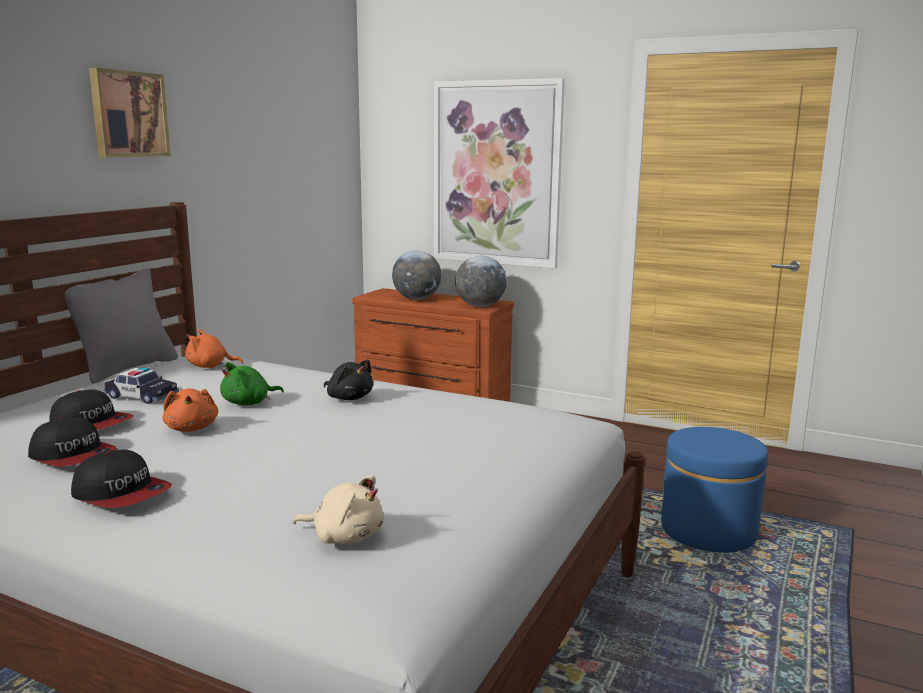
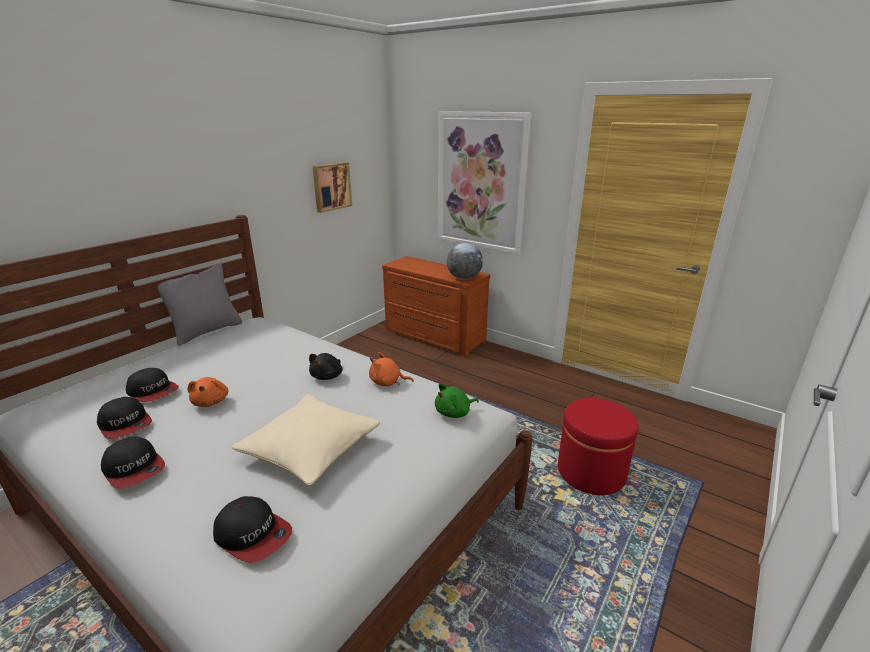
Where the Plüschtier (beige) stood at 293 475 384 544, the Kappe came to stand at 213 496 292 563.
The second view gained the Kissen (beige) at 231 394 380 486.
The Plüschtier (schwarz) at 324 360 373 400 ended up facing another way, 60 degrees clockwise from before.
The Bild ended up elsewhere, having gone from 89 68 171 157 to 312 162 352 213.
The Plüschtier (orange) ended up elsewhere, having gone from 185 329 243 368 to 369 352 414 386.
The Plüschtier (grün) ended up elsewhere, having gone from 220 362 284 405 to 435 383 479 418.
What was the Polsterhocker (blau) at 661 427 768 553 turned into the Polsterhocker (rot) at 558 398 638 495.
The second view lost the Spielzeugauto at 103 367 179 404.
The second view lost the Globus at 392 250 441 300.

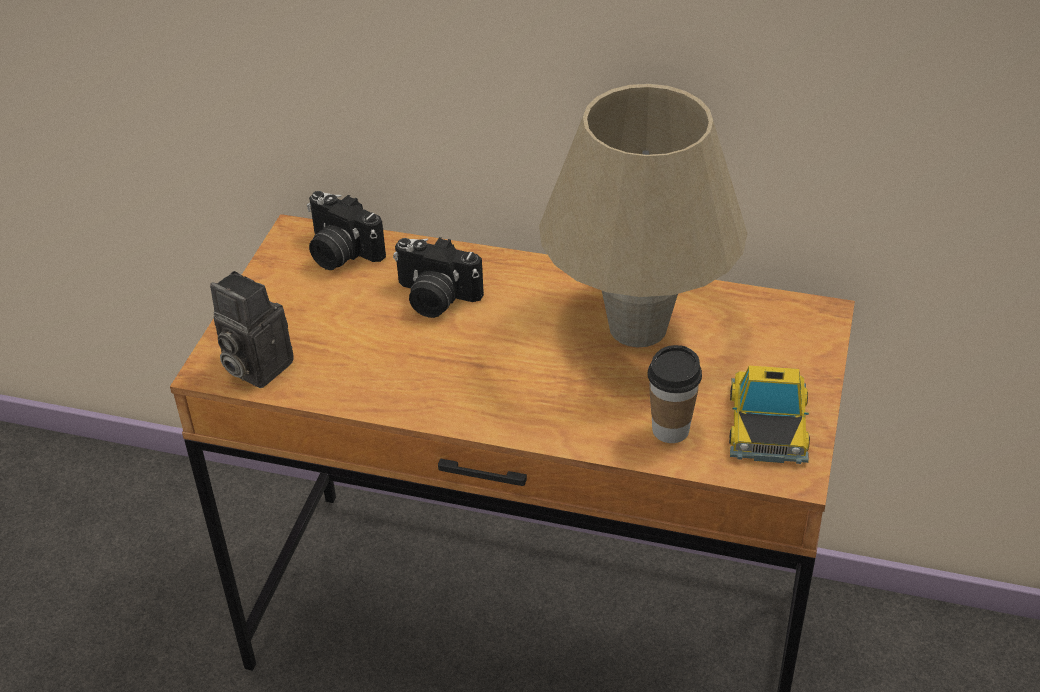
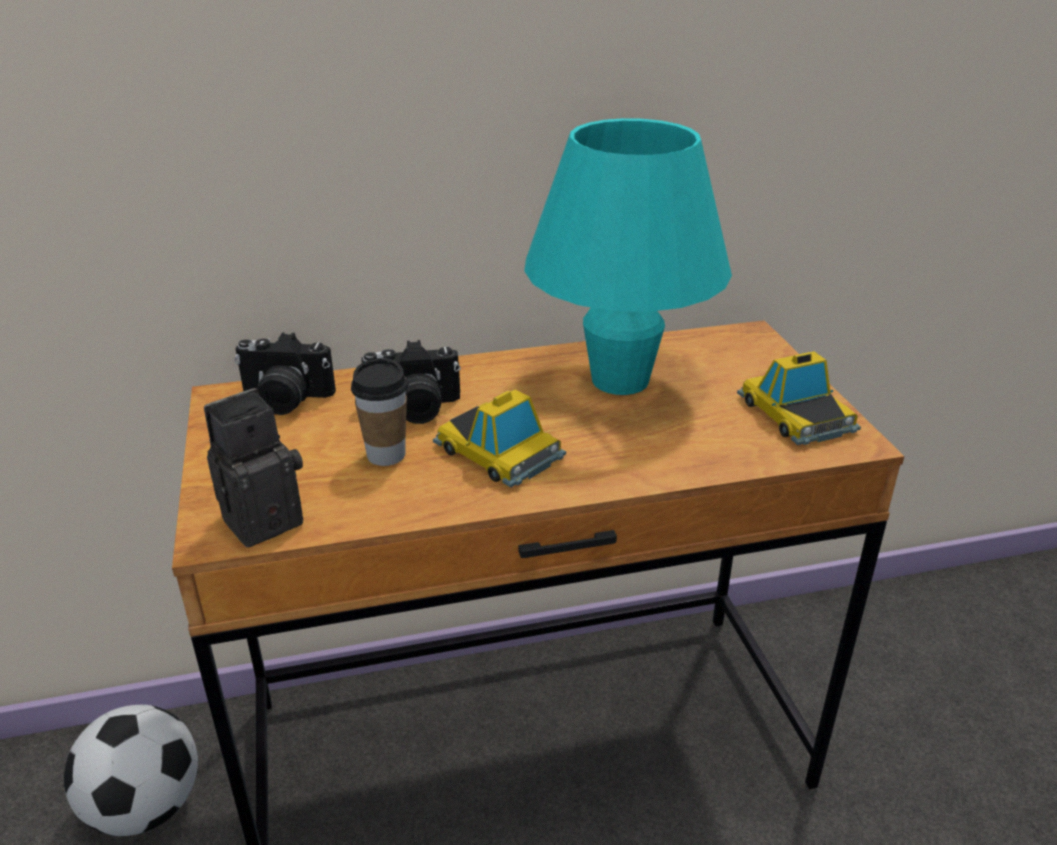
The second view gained the Fußball at 64 705 198 836.
The Kamera at 210 271 294 388 ended up facing another way, 135 degrees clockwise from before.
The Tasse ended up elsewhere, having gone from 647 345 702 443 to 351 358 408 466.
The second view gained the Spielzeugauto at 433 389 566 488.
What was the Tischlampe (beige) at 539 84 747 347 turned into the Tischlampe (türkis) at 524 118 732 395.

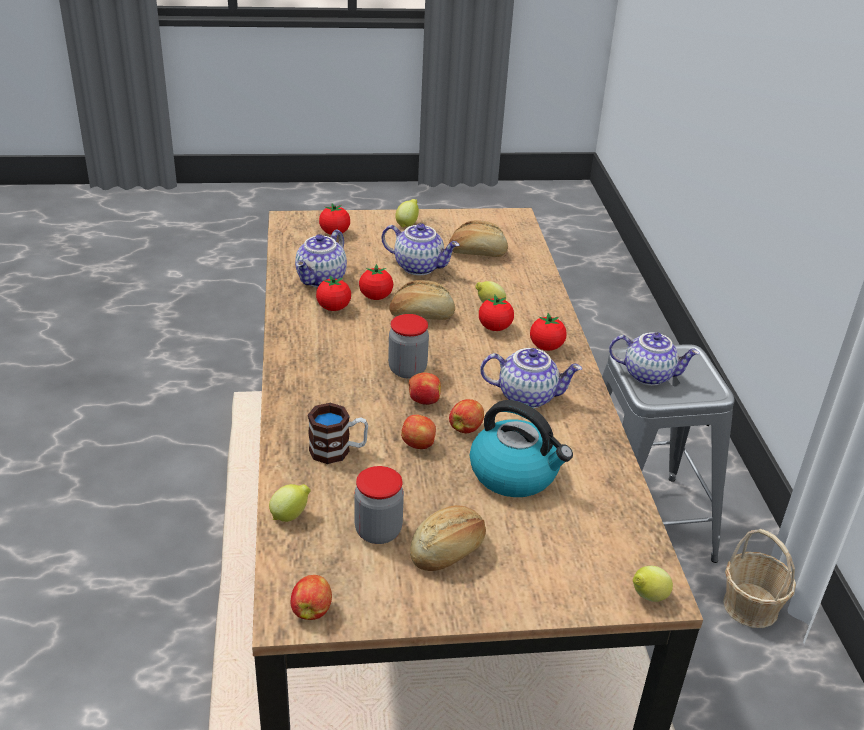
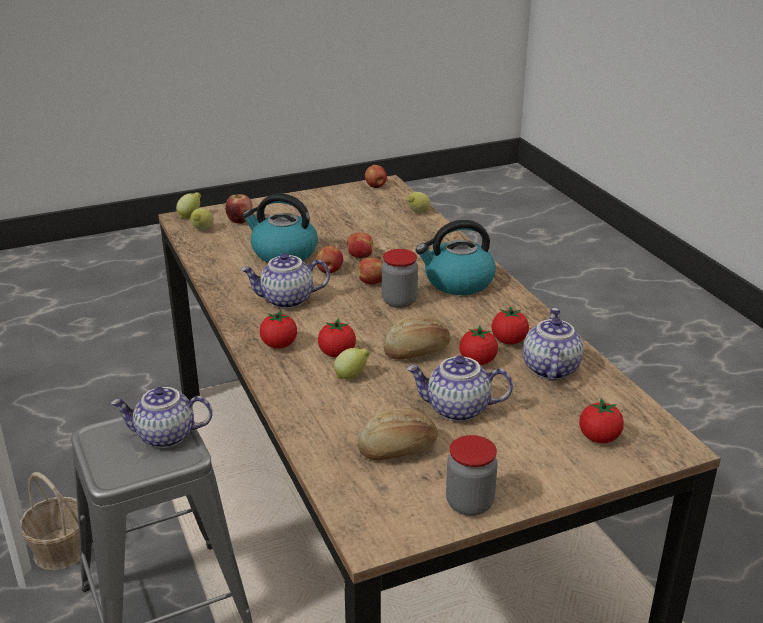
The Zitrone ended up elsewhere, having gone from 395 199 419 228 to 191 208 214 230.
The second view gained the Apfel at 225 194 253 224.
The second view gained the Wasserkessel at 415 220 496 295.
The Vorratsglas ended up elsewhere, having gone from 355 466 404 544 to 446 435 498 516.
The second view lost the Henkelbecher at 308 403 368 464.
The second view lost the Brot at 410 505 486 571.

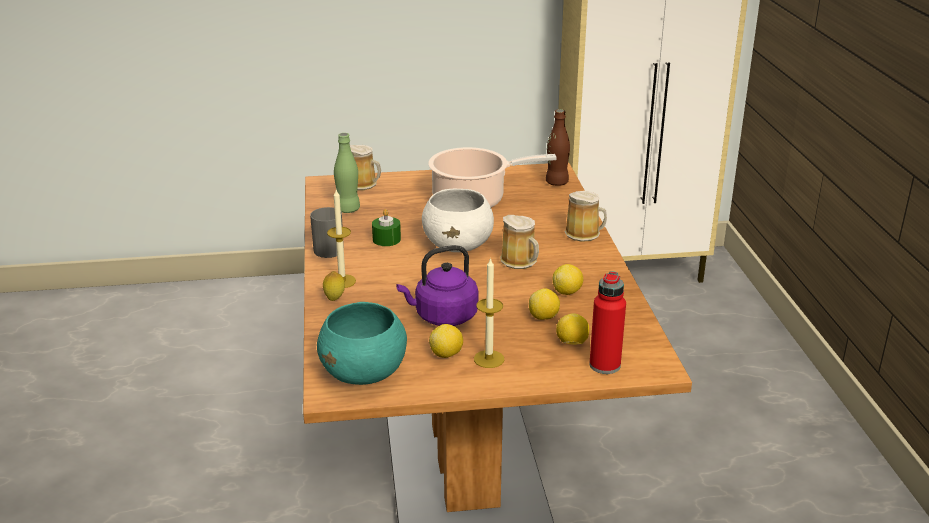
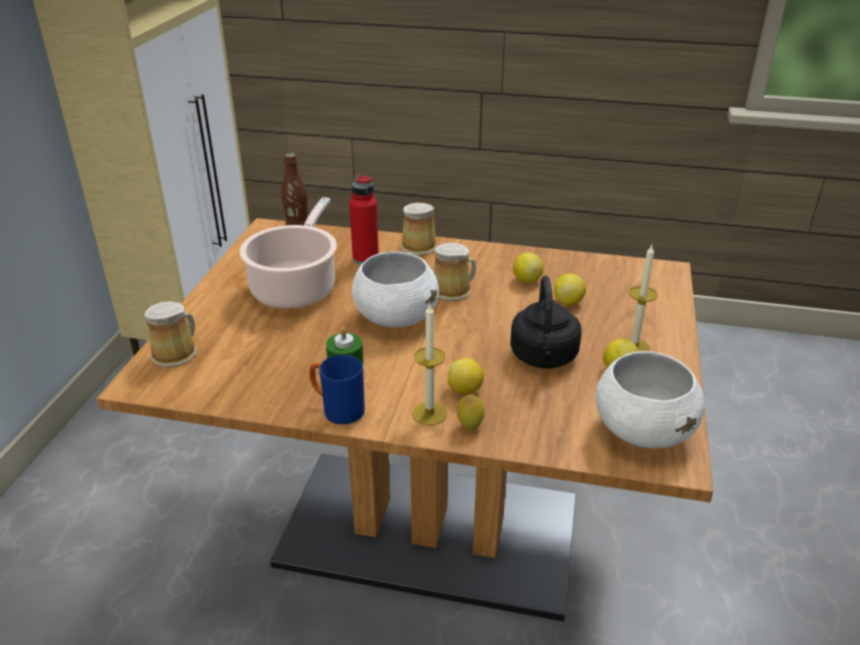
What was the Henkelbecher (grau) at 310 207 344 258 turned into the Henkelbecher (blau) at 309 355 365 424.
The Flasche (rot) ended up elsewhere, having gone from 589 271 626 374 to 349 175 379 265.
The Zitrone ended up elsewhere, having gone from 556 313 589 345 to 448 358 484 395.
What was the Wasserkessel (lila) at 396 245 478 326 turned into the Wasserkessel (schwarz) at 510 275 581 368.
What was the Schüssel (türkis) at 317 302 407 385 turned into the Schüssel (weiß) at 595 351 705 448.
The second view lost the Flasche (grün) at 334 133 360 213.

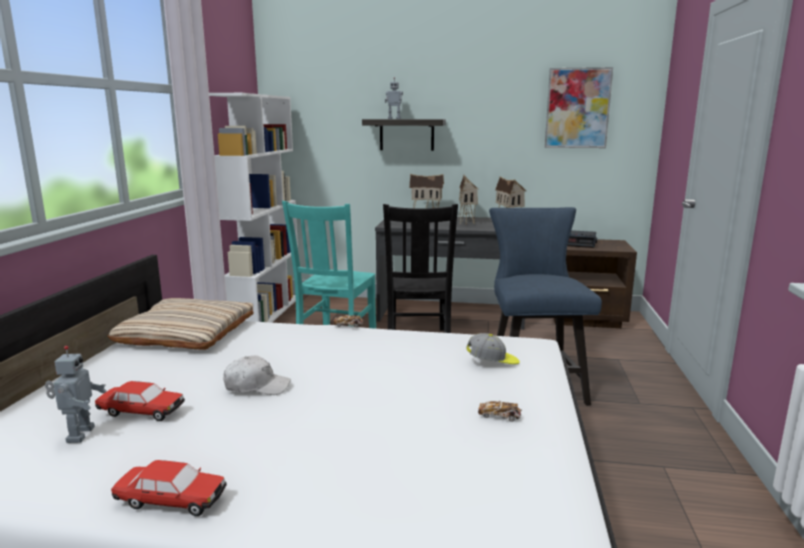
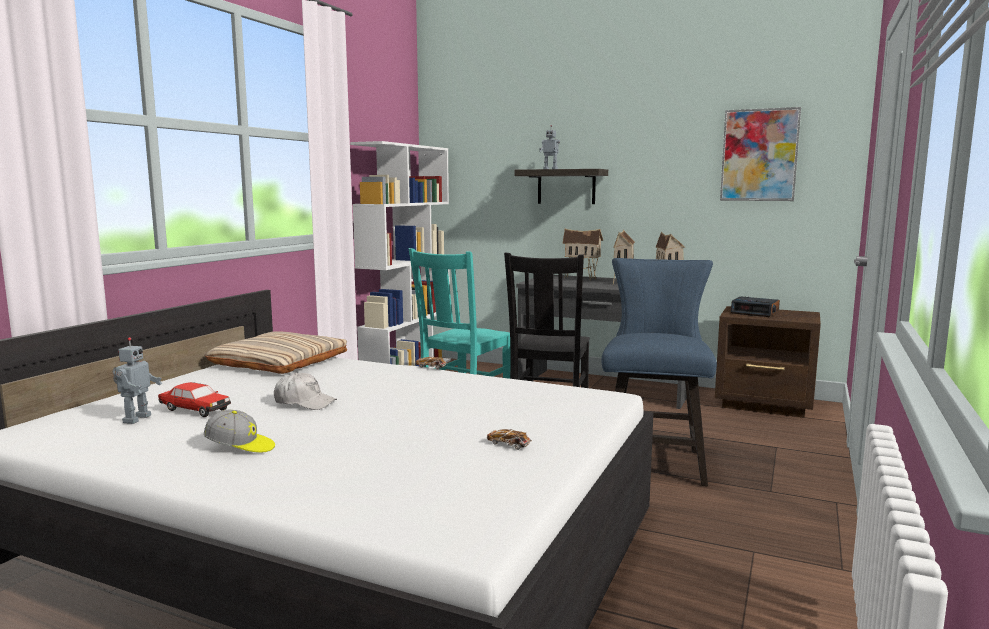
The Kappe ended up elsewhere, having gone from 466 333 520 364 to 204 409 275 453.
The second view lost the Spielzeugauto at 111 460 227 516.

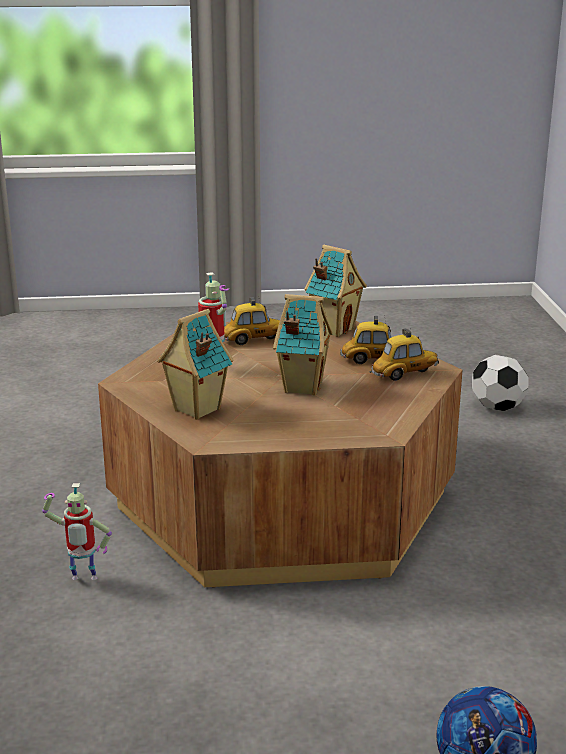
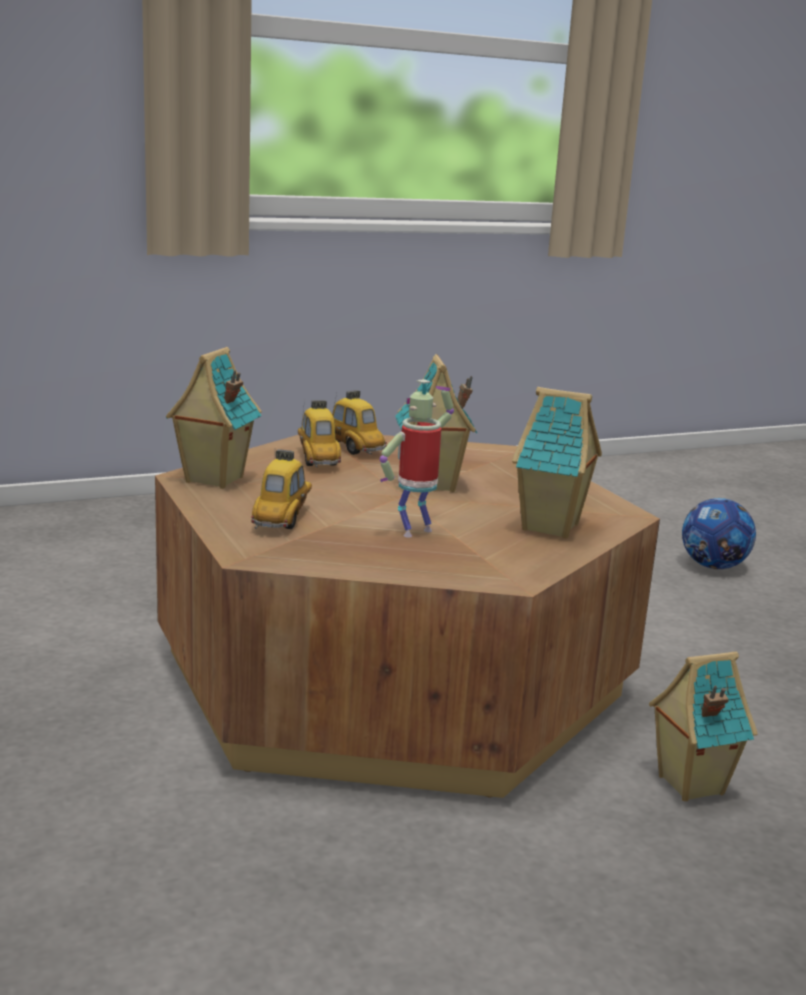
The Spielzeugauto at 224 297 280 345 ended up facing another way, 45 degrees clockwise from before.
Where the Spielzeugroboter stood at 42 483 112 580, the Spielzeughaus came to stand at 649 651 758 801.
The second view lost the Fußball at 472 355 529 411.

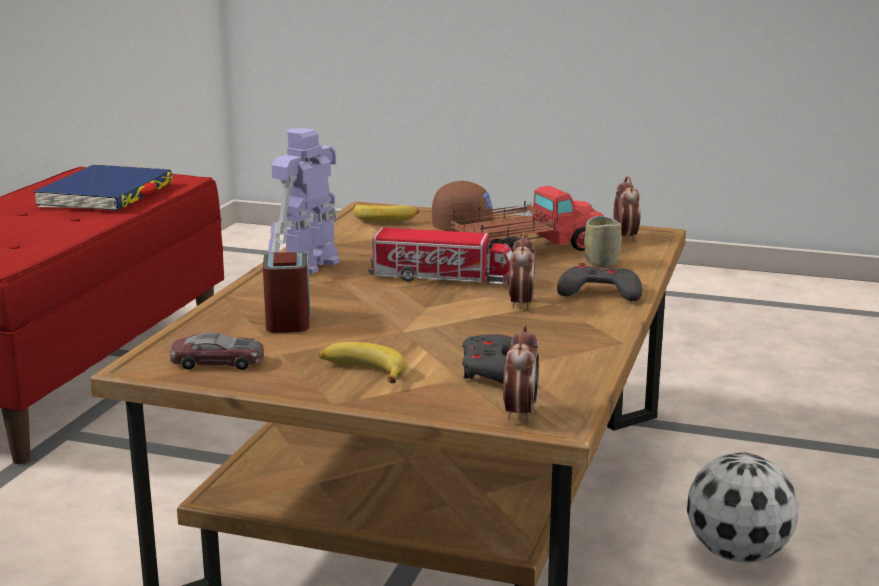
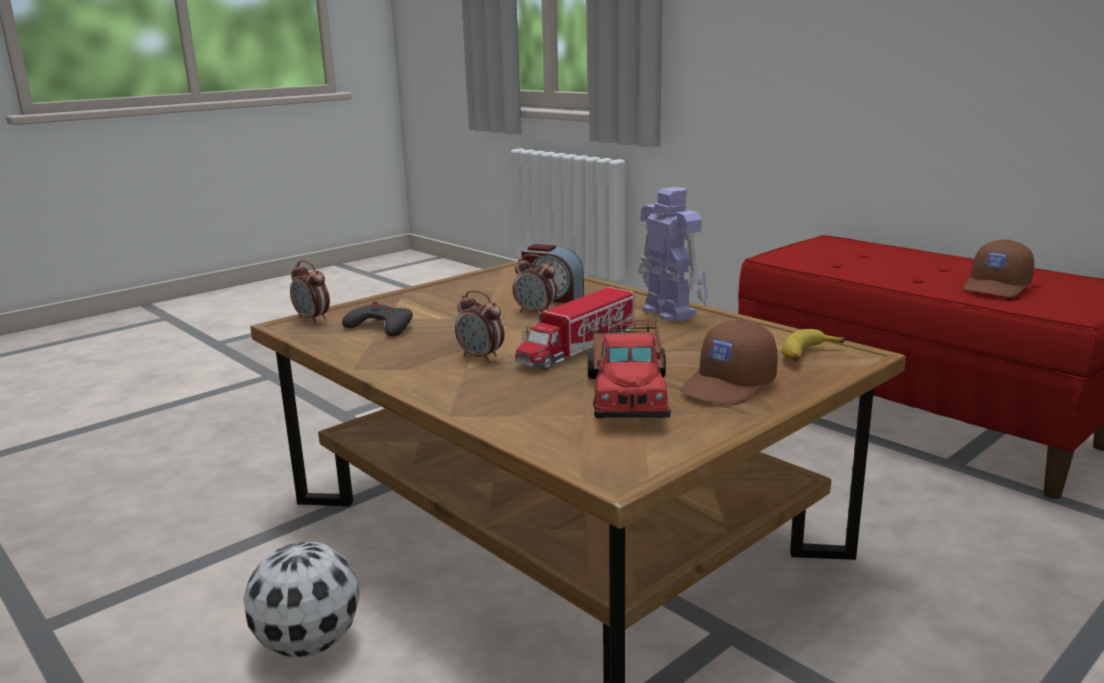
The Wecker ended up elsewhere, having gone from 613 176 640 242 to 513 254 557 312.
Where the Buch (blau) stood at 33 164 173 211, the Kappe (braun) came to stand at 963 239 1034 297.
The second view lost the Spielzeugauto at 169 333 264 370.
The second view lost the Banane at 319 342 406 383.
The second view lost the Gamepad (grau) at 557 263 642 301.
The second view lost the Tasse at 584 216 622 268.

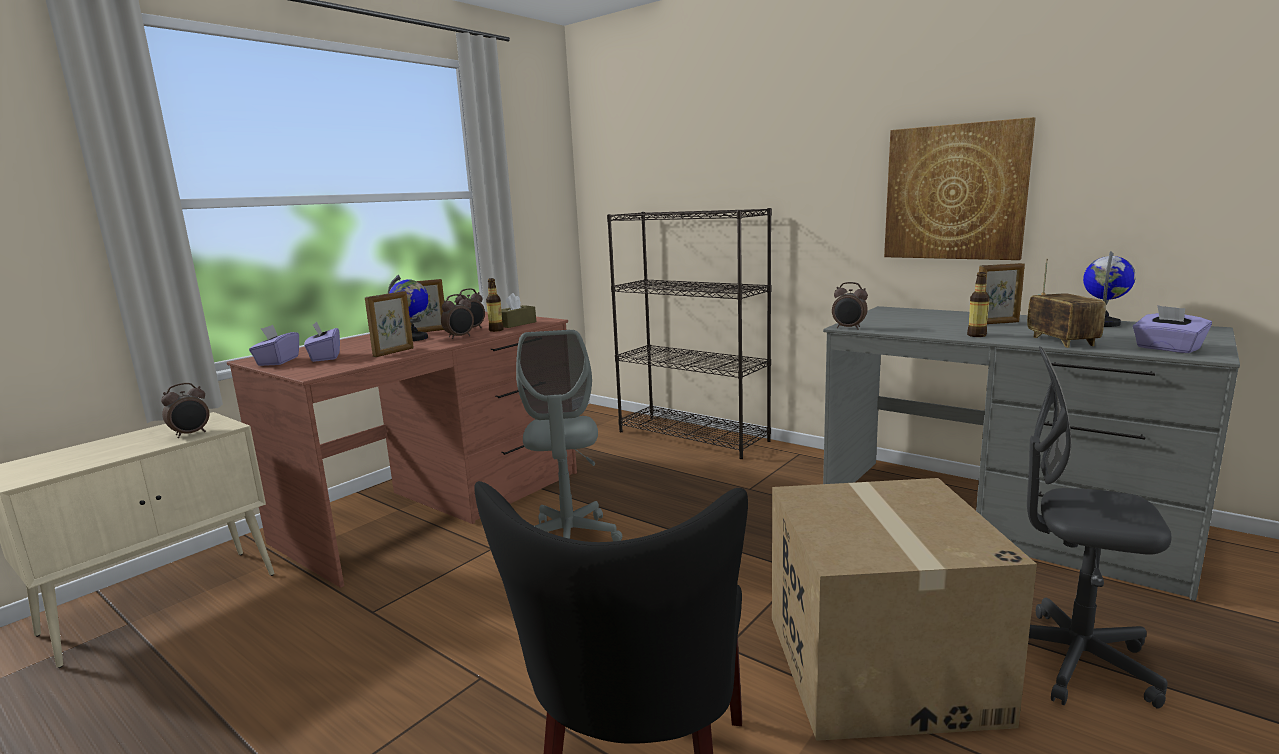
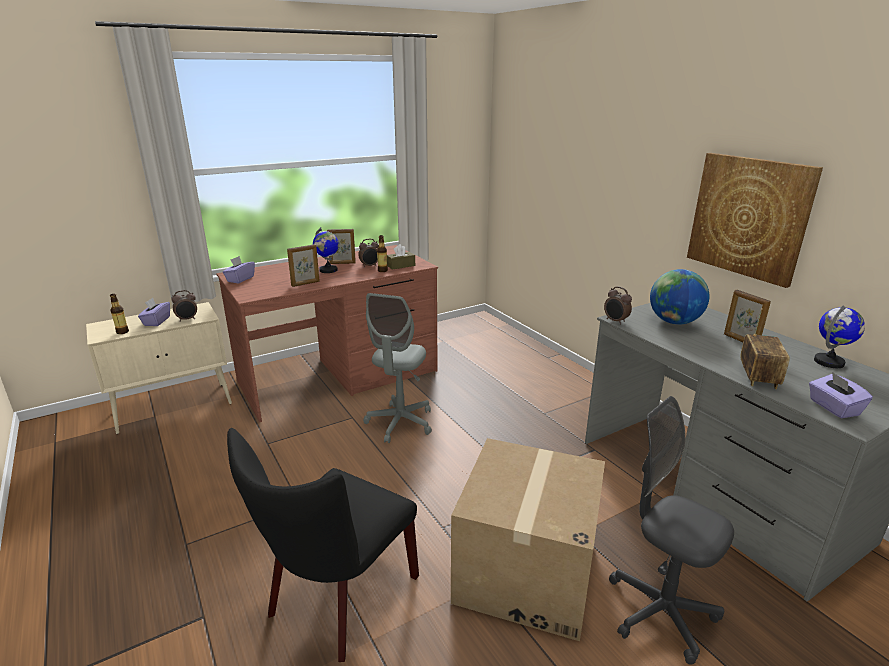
The Flasche ended up elsewhere, having gone from 967 272 990 337 to 110 294 129 334.
The Taschentuchbox (lila) ended up elsewhere, having gone from 304 321 340 362 to 138 298 170 326.
The second view gained the Globus at 650 269 709 325.
The Bilderrahmen at 979 263 1025 324 ended up facing another way, 45 degrees clockwise from before.
The second view lost the Wecker at 441 294 474 339.
The second view lost the Bücherregal (schwarz) at 607 208 772 459.

